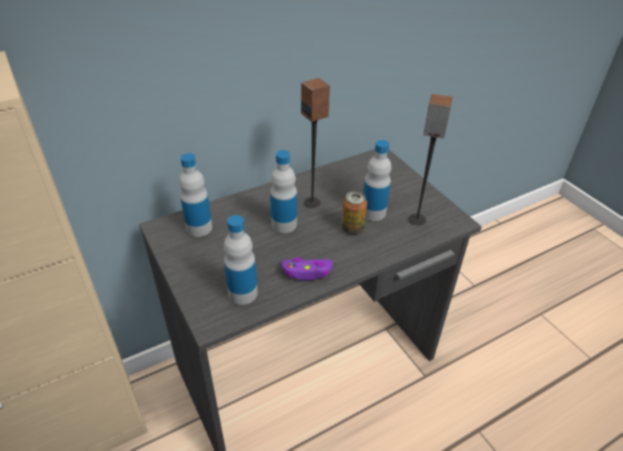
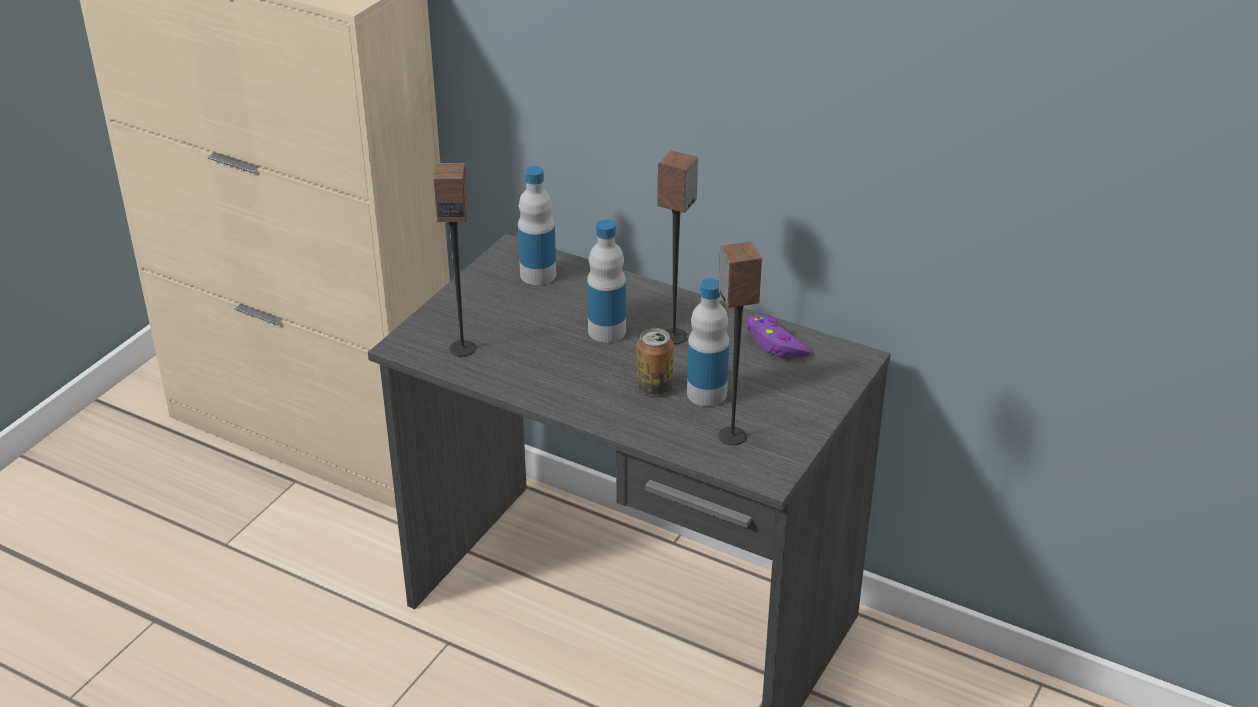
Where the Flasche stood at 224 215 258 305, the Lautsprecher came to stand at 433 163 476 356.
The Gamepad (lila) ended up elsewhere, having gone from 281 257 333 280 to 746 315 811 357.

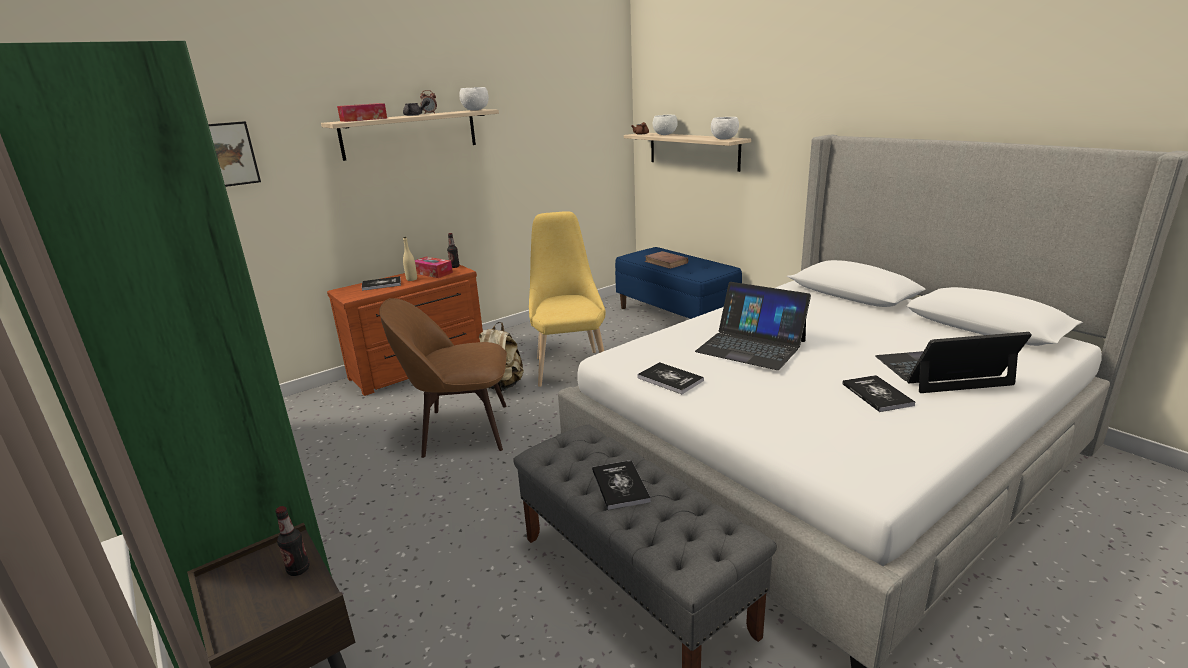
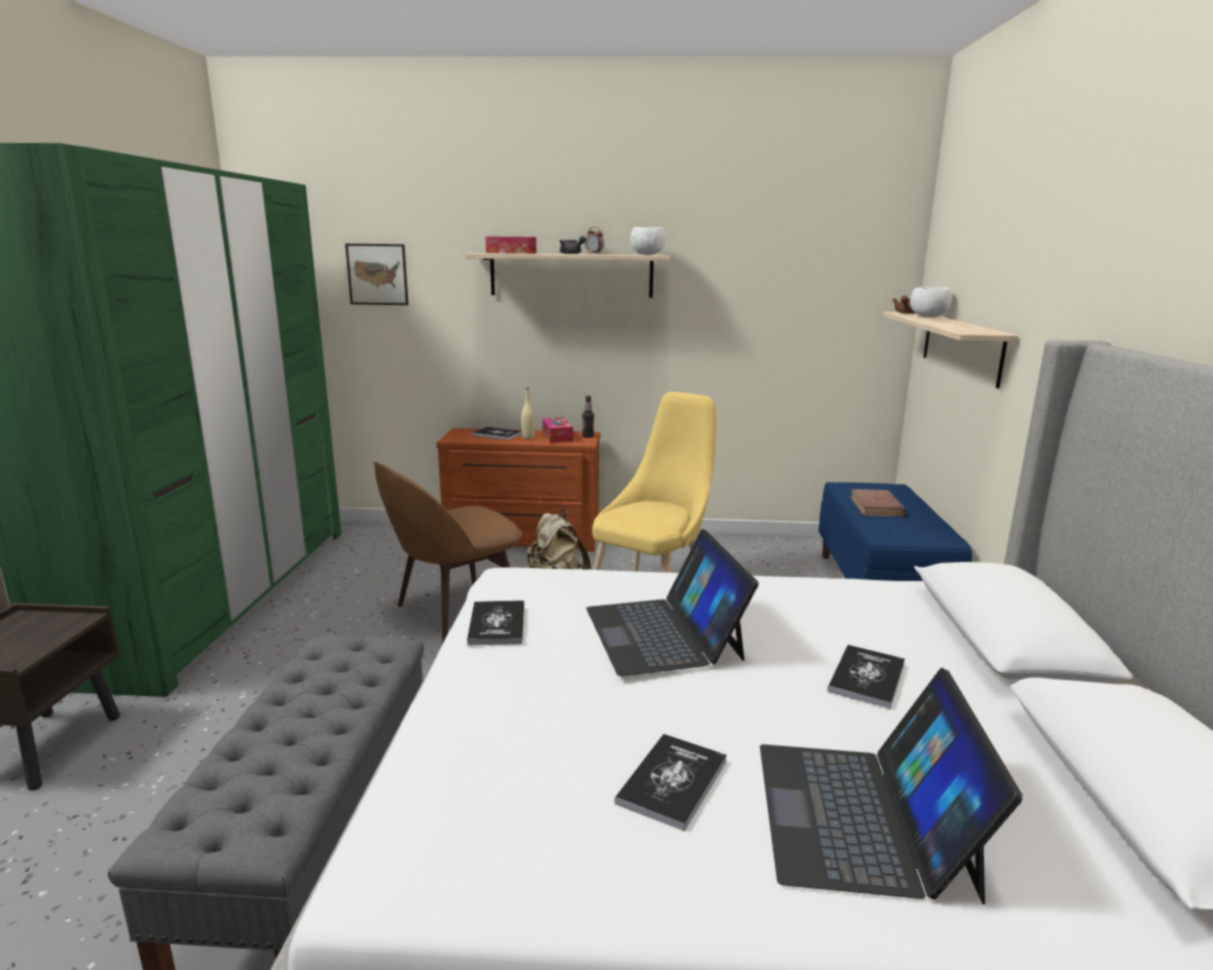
The Stuhl (braun) at 379 298 507 458 ended up facing another way, 75 degrees counterclockwise from before.
The Laptop at 875 332 1032 393 ended up facing another way, 120 degrees counterclockwise from before.
The Buch ended up elsewhere, having gone from 592 460 651 510 to 828 645 905 709.
The second view lost the Flasche at 275 506 310 576.
The second view lost the Schüssel (weiß) at 711 117 739 140.

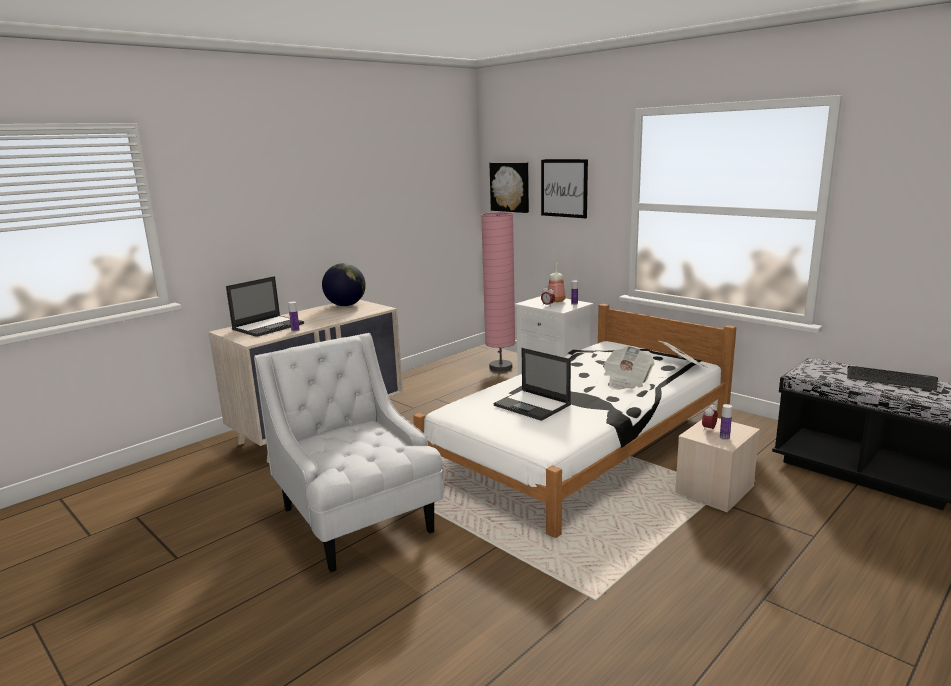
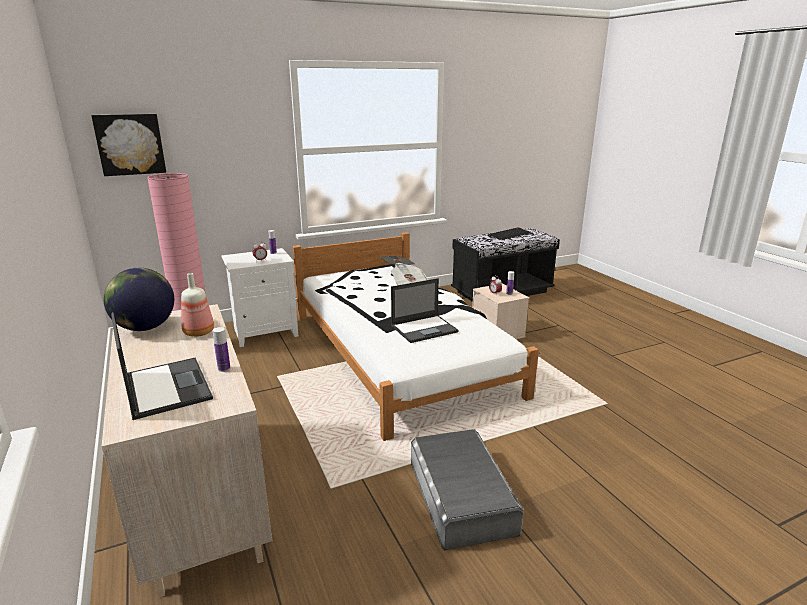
The Flasche ended up elsewhere, having gone from 548 264 565 302 to 181 273 214 337.
Where the Sessel (weiß) stood at 254 333 443 572, the Aufbewahrungsbox (grau) came to stand at 411 429 524 551.
The second view lost the Bild at 541 159 588 218.

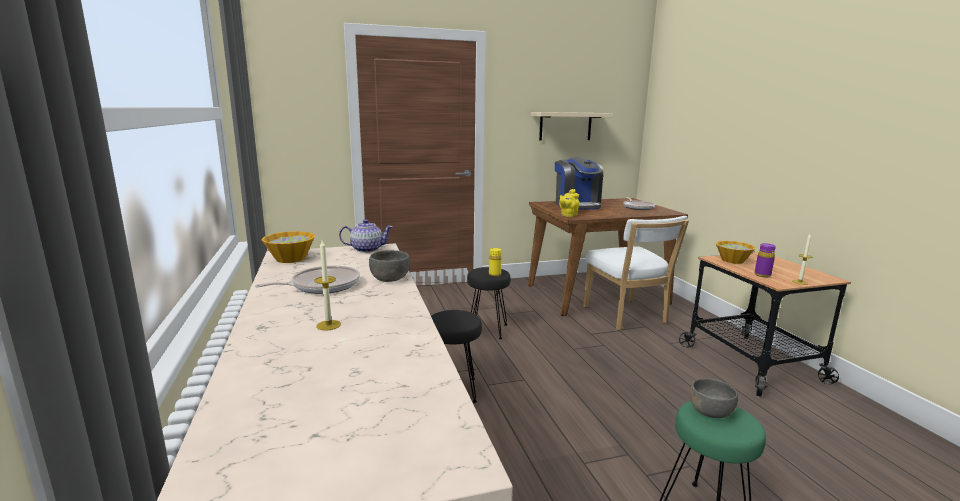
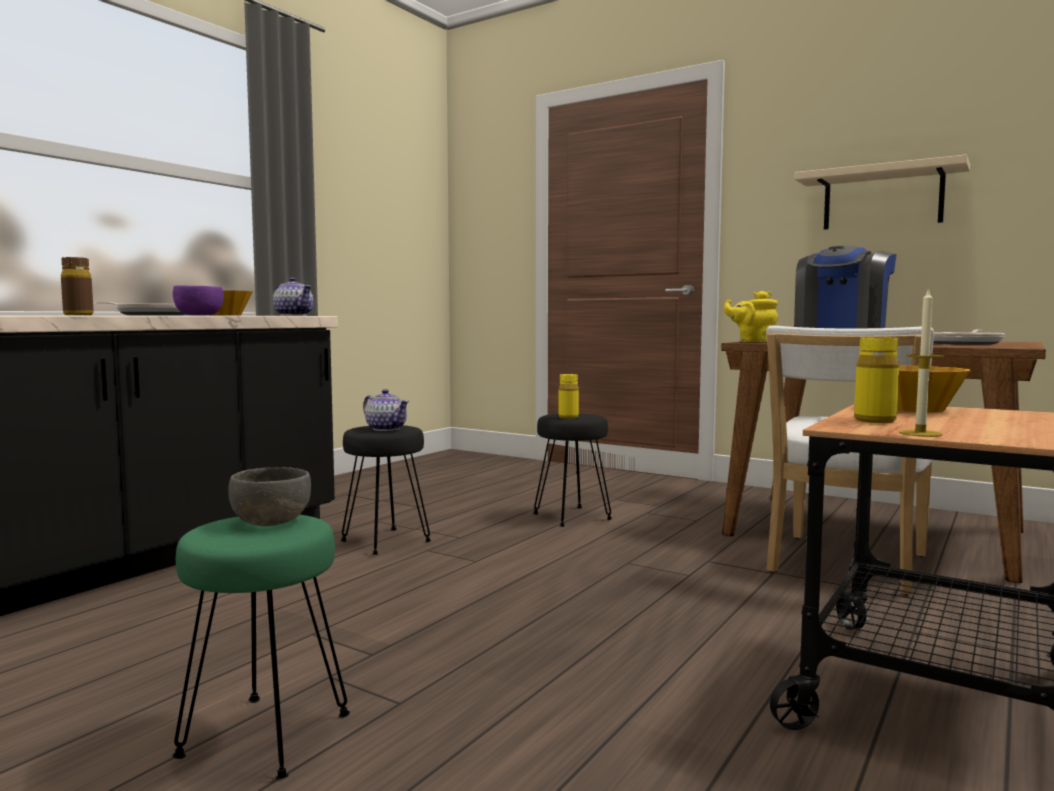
The second view gained the Flasche (braun) at 61 257 93 315.
What was the Schüssel (grau) at 369 250 410 282 turned into the Schüssel (lila) at 173 286 224 315.
The second view gained the Teekanne at 363 389 409 431.
What was the Flasche (lila) at 755 243 776 277 turned into the Flasche (gelb) at 854 337 899 423.
The second view lost the Kerze at 314 240 341 331.

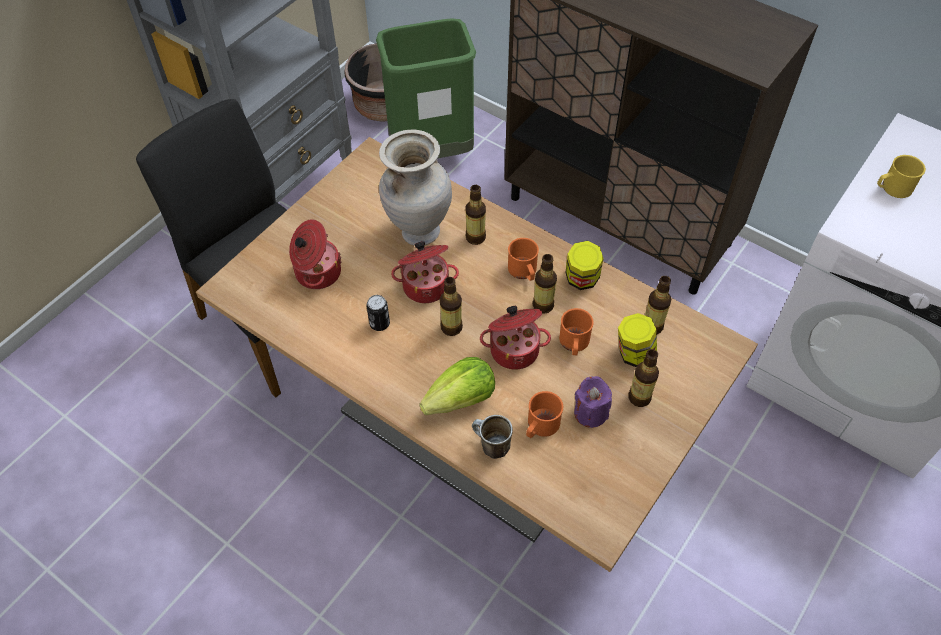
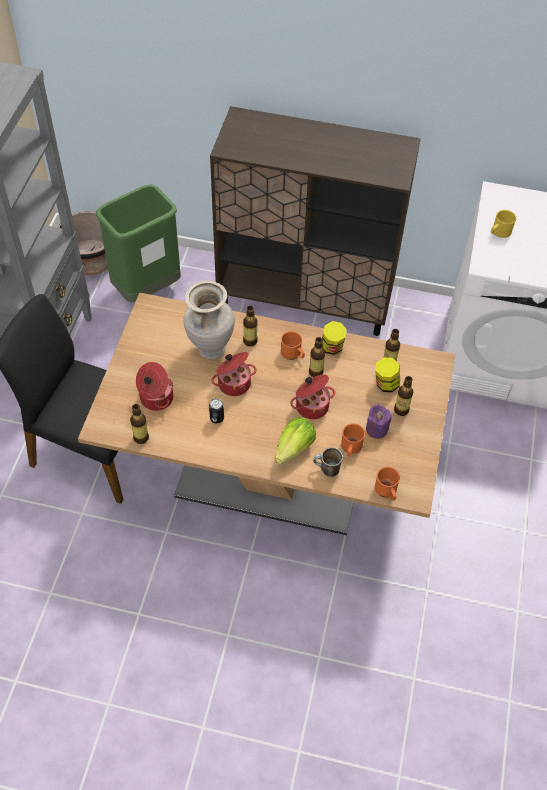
The Flasche ended up elsewhere, having gone from 440 277 463 336 to 130 404 149 444.
The Henkelbecher (orange) ended up elsewhere, having gone from 559 308 594 355 to 375 467 400 501.

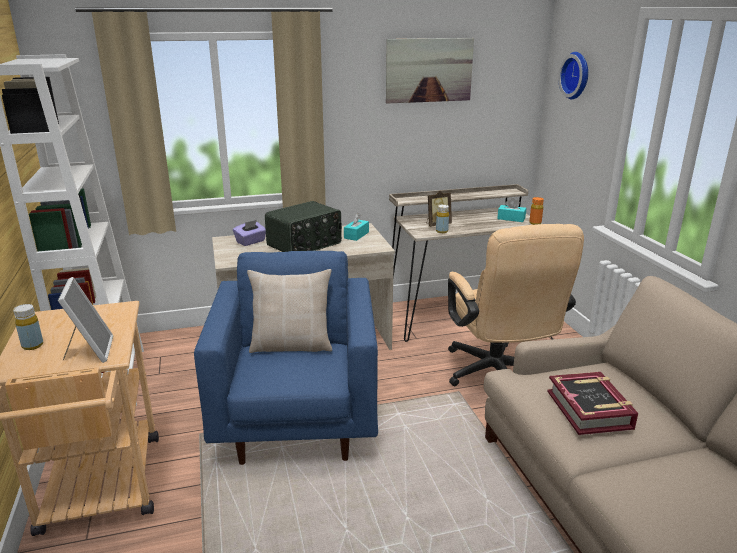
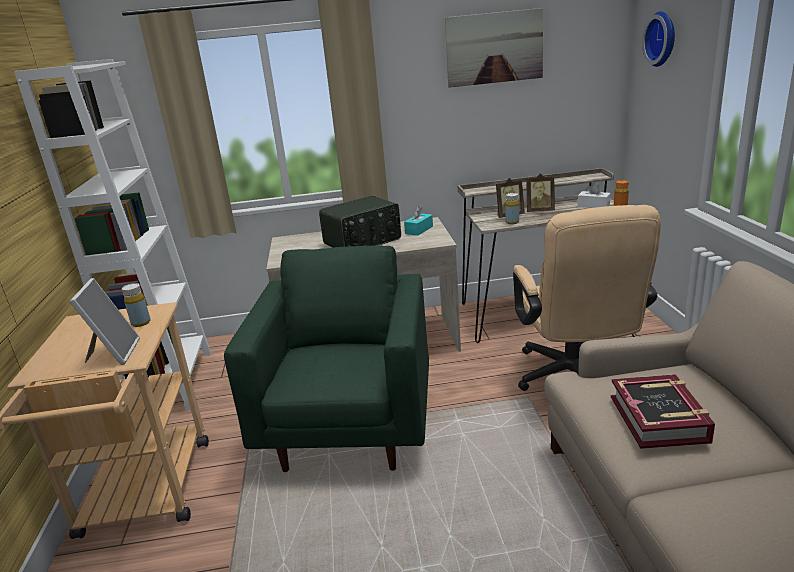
The Flasche (gelb) ended up elsewhere, having gone from 13 304 43 350 to 122 283 151 327.
What was the Sessel (blau) at 194 251 378 465 turned into the Sessel (grün) at 224 245 429 472.
The second view gained the Bilderrahmen at 526 173 555 212.
What was the Taschentuchbox (türkis) at 497 198 526 222 turned into the Taschentuchbox (weiß) at 578 182 611 208.
The second view lost the Taschentuchbox (lila) at 233 220 266 246.
The second view lost the Kissen (beige) at 247 269 332 353.

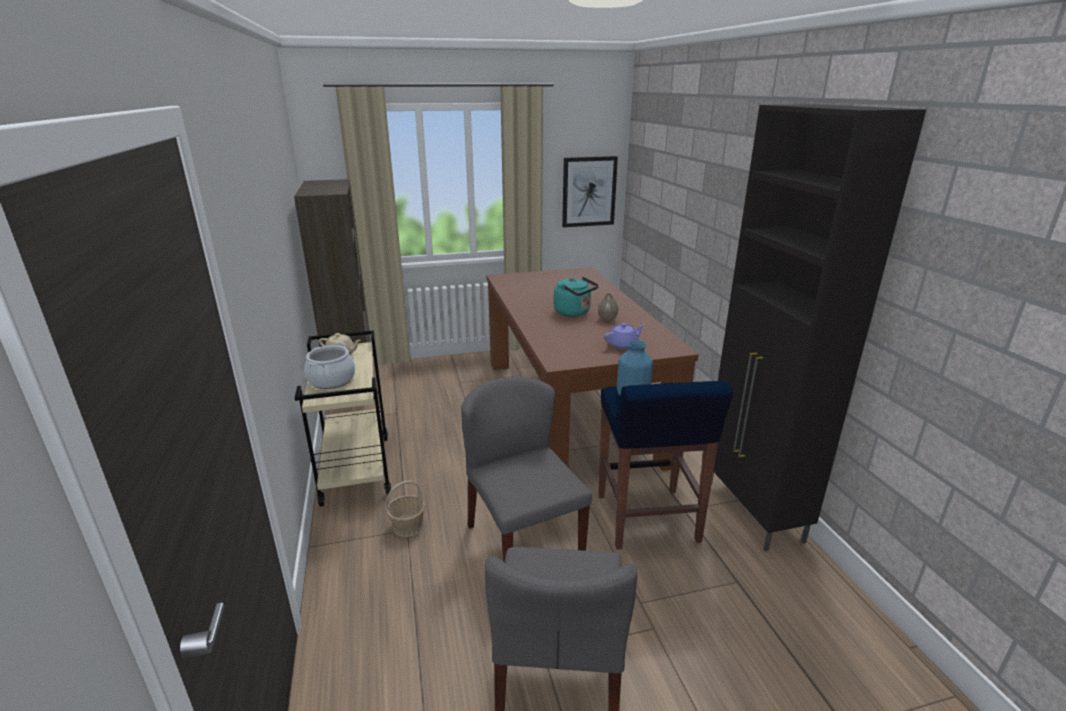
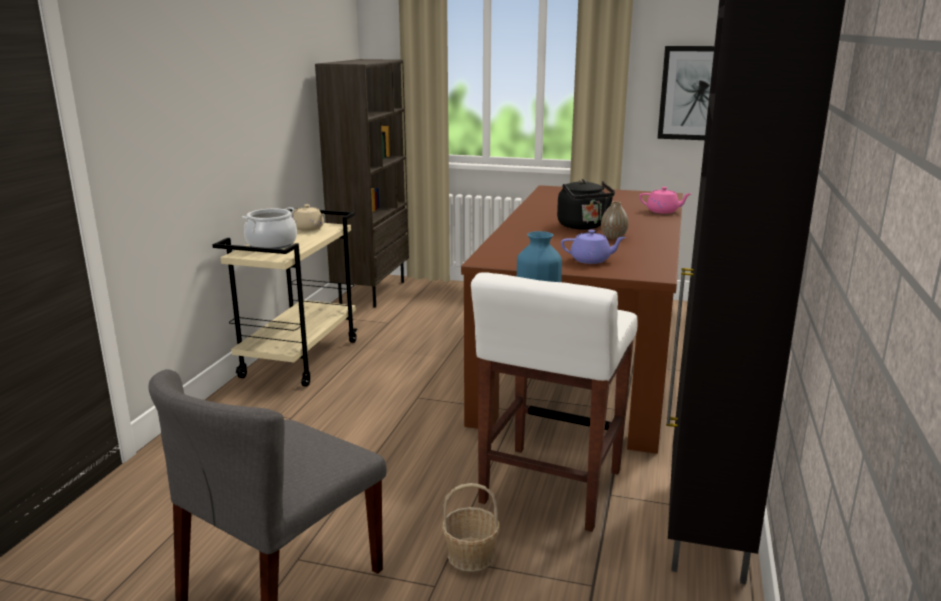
The Korb ended up elsewhere, having gone from 386 481 425 537 to 442 483 500 572.
What was the Hocker (blau) at 598 381 733 550 turned into the Hocker (weiß) at 471 272 637 532.
What was the Wasserkessel (türkis) at 554 277 599 317 turned into the Wasserkessel (schwarz) at 557 179 615 229.
The second view gained the Teekanne (rosa) at 639 187 691 214.
The second view lost the Stuhl (grau) at 461 377 592 562.

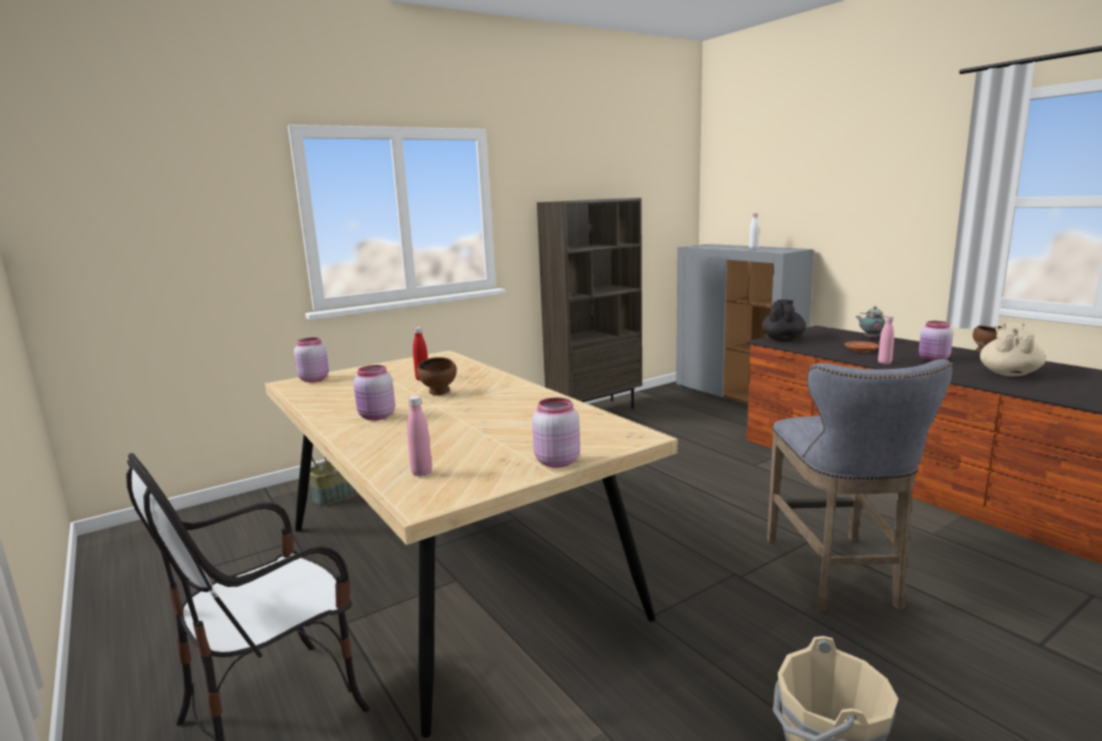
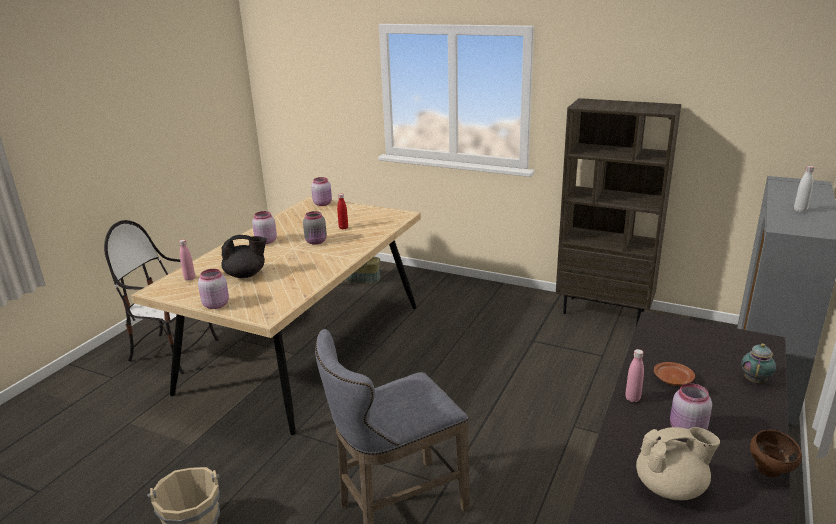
The Teekanne (schwarz) ended up elsewhere, having gone from 762 299 806 341 to 221 235 267 278.
Where the Schüssel (braun) stood at 417 357 457 396, the Vorratsglas (grau) came to stand at 303 211 327 245.

